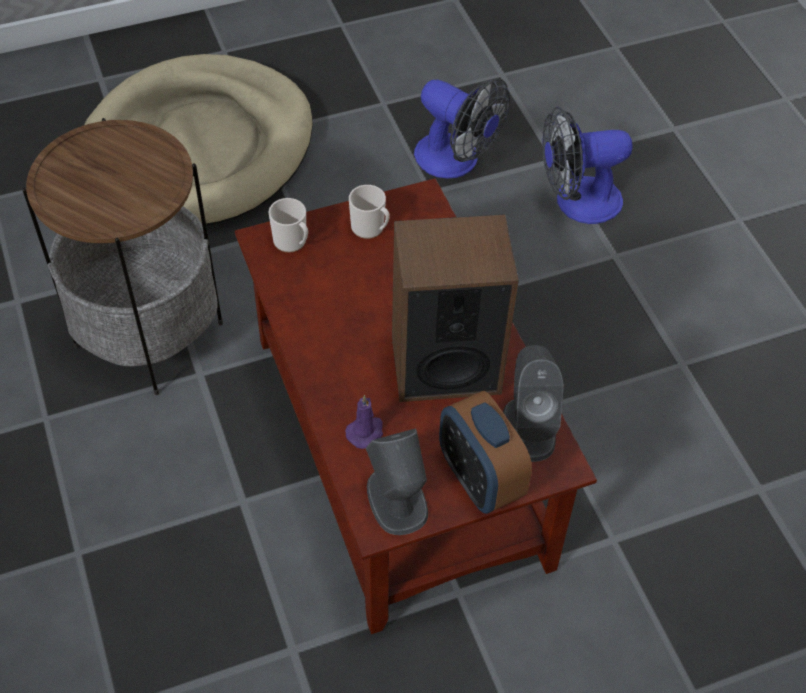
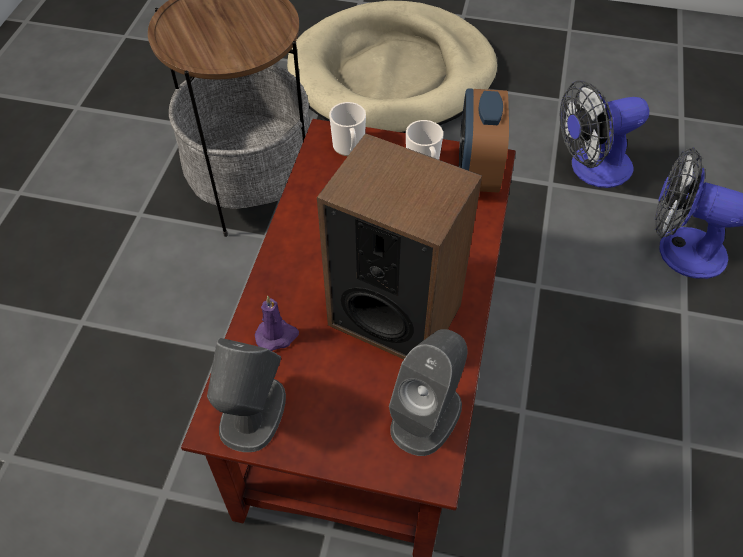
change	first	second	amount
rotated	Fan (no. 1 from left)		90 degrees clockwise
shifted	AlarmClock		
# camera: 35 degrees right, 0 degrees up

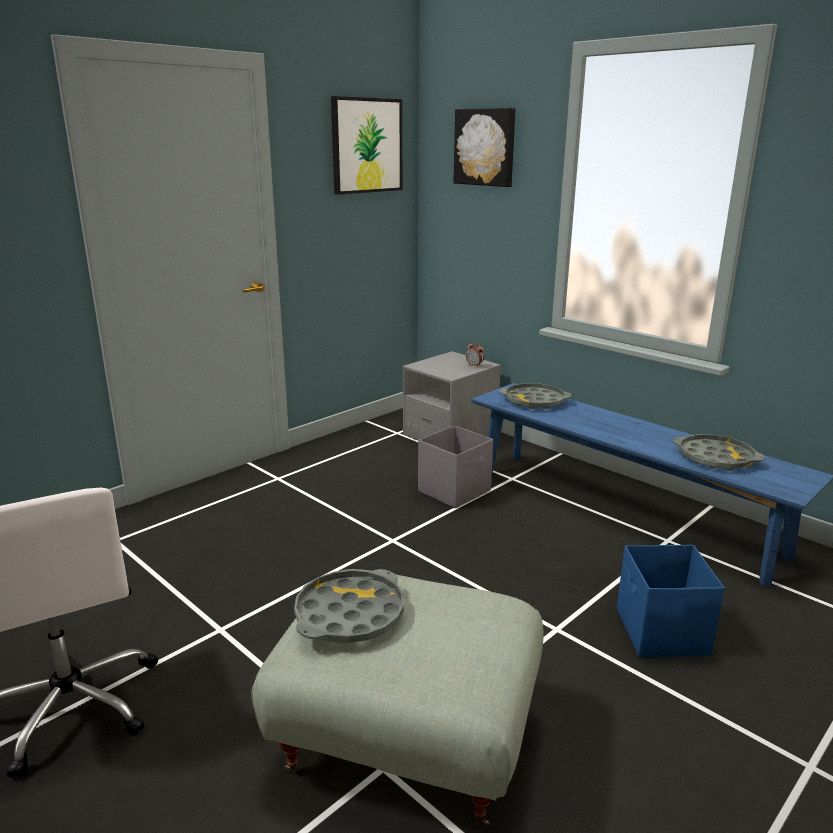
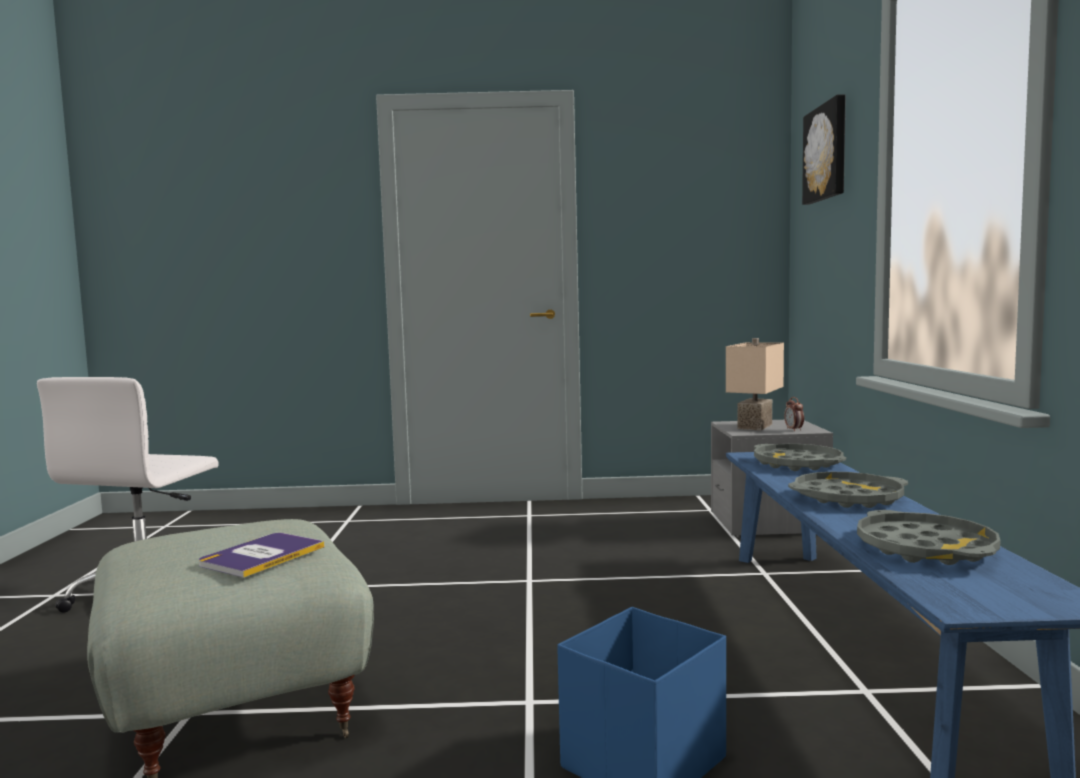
change	first	second	amount
gone	Picture (no. 1 from left)		
gone	GreyStorageBox		
shifted	GreyTray (no. 1 from left in the first image)	GreyTray (no. 2 from left)	
new		BeigeTableLamp	
new		Book	
# camera: 45 degrees right, 15 degrees down

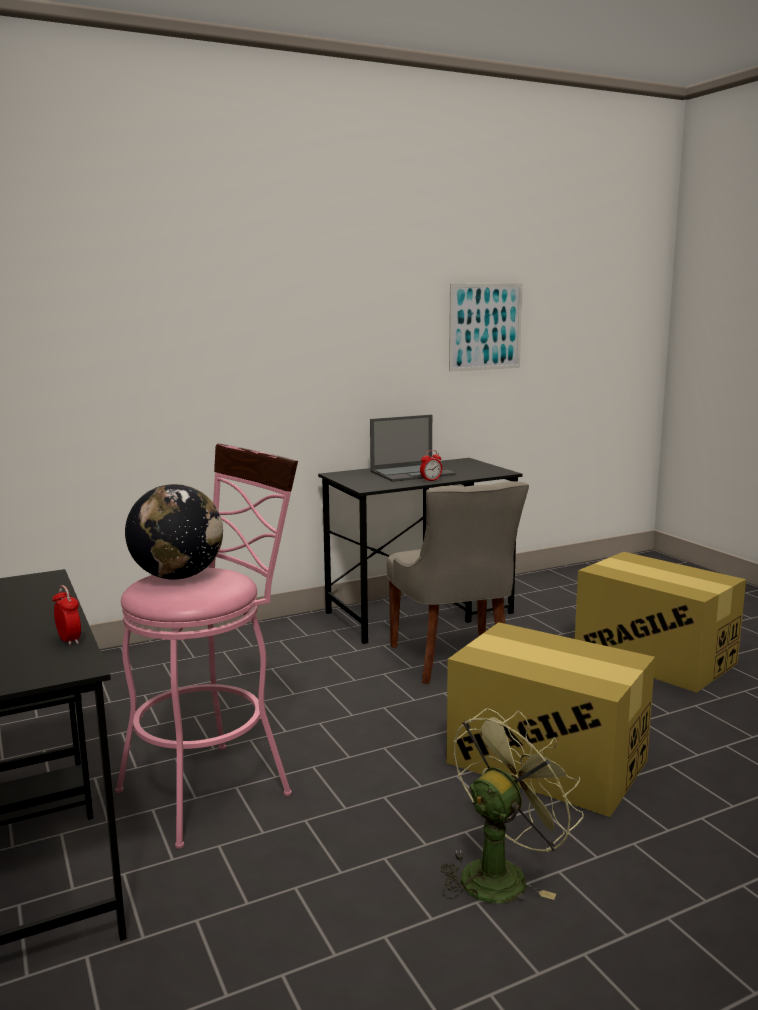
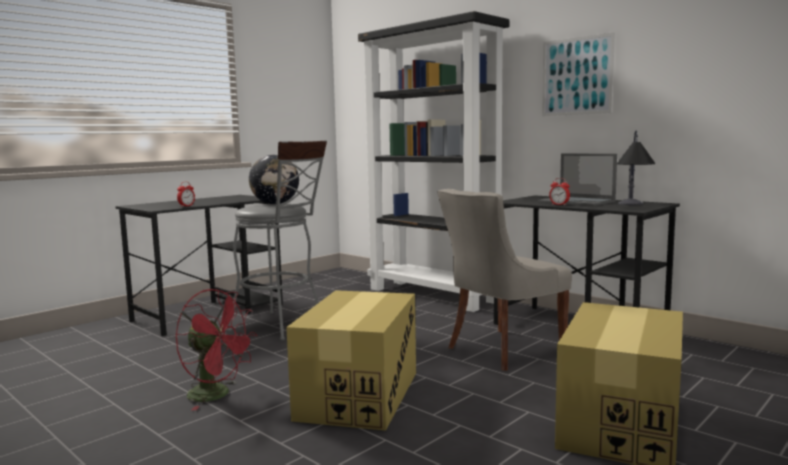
change	first	second	amount
shifted	Picture		
repainted	PinkStool	GreyStool	
repainted	GreenFan	RedFan	
new		BlackBookcase	
new		TableLamp	
# camera: 70 degrees right, 5 degrees down

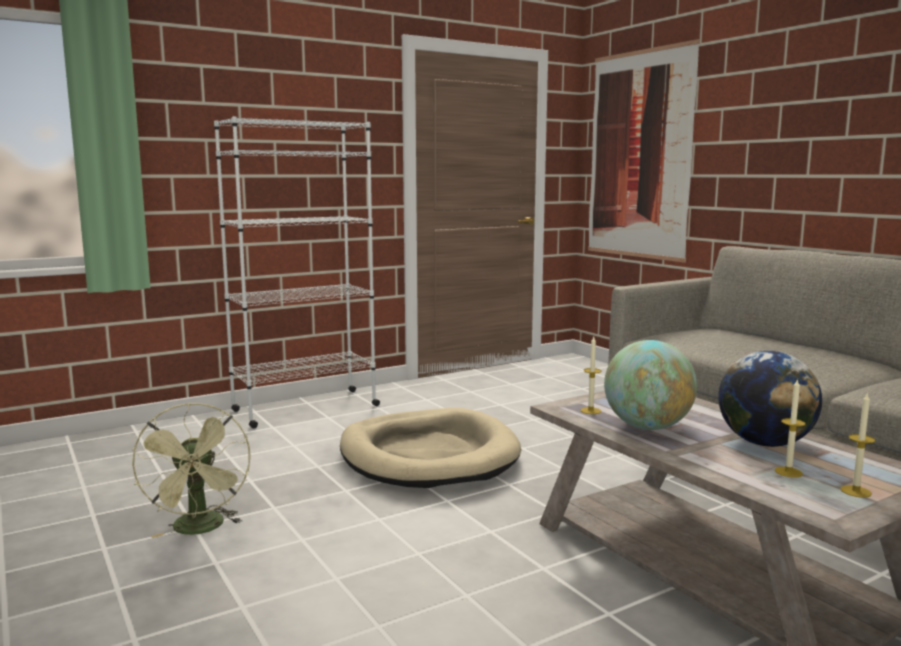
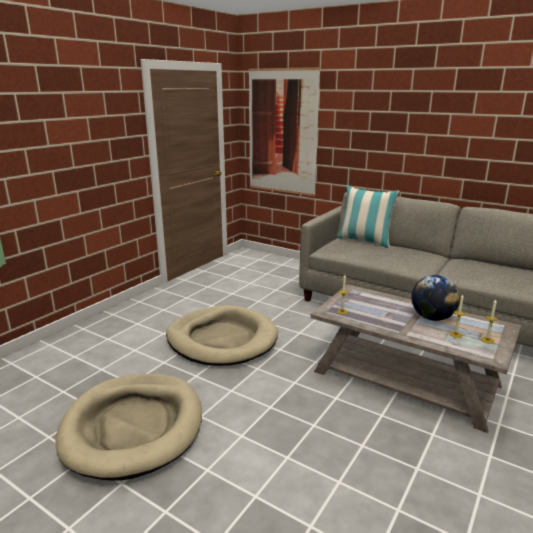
change	first	second	amount
gone	WhiteBookcase		
gone	Globe (no. 1 from left)		
swapped	GreenFan	BeigeDogBed (no. 1 from left)	
new		Pillow	
# camera: 25 degrees left, 10 degrees up

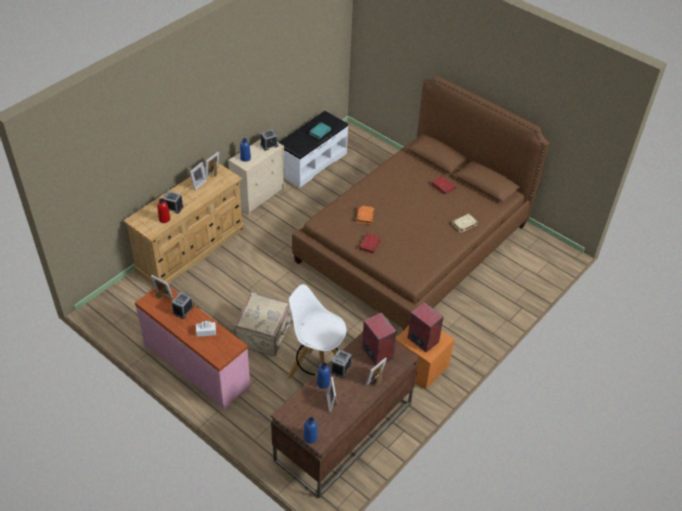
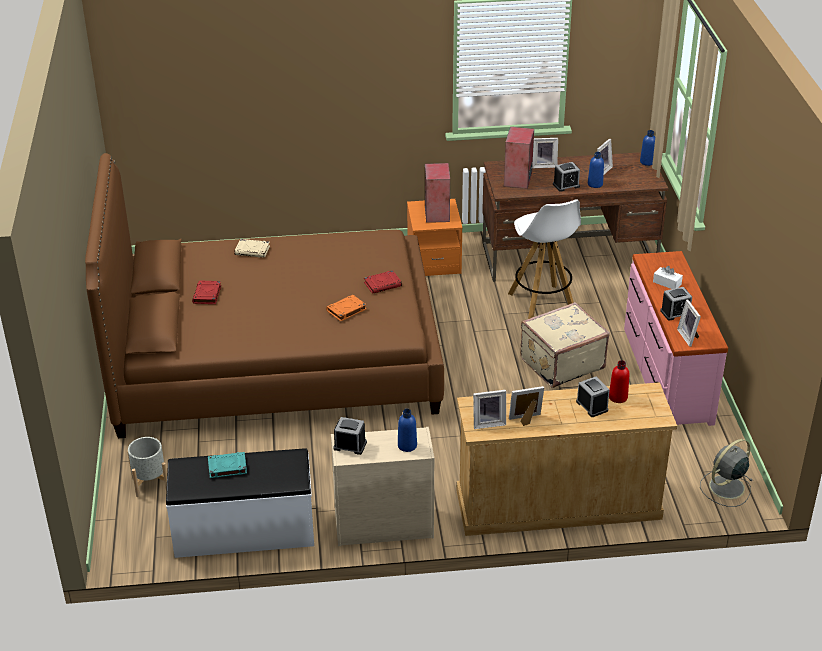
change	first	second	amount
new		GreyPlanter	
new		GreyFan	
# camera: 135 degrees left, 10 degrees down

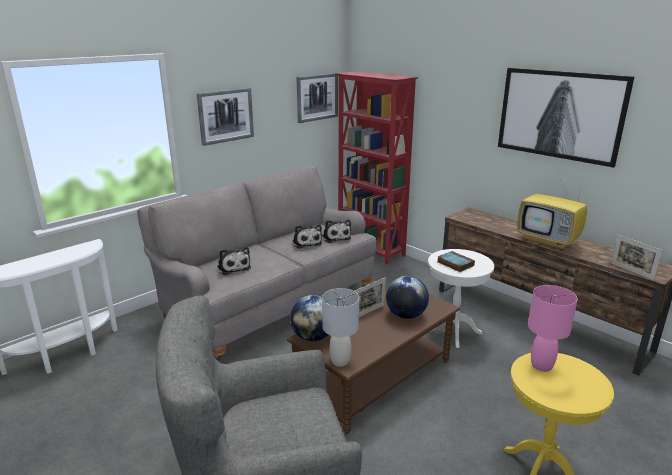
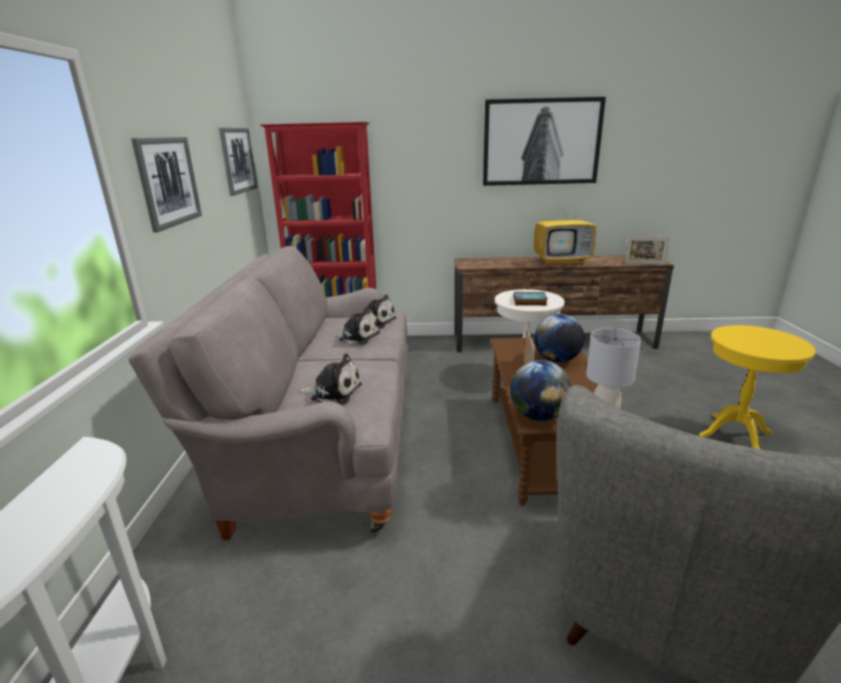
change	first	second	amount
gone	PinkTableLamp		
# camera: 45 degrees left, 0 degrees up

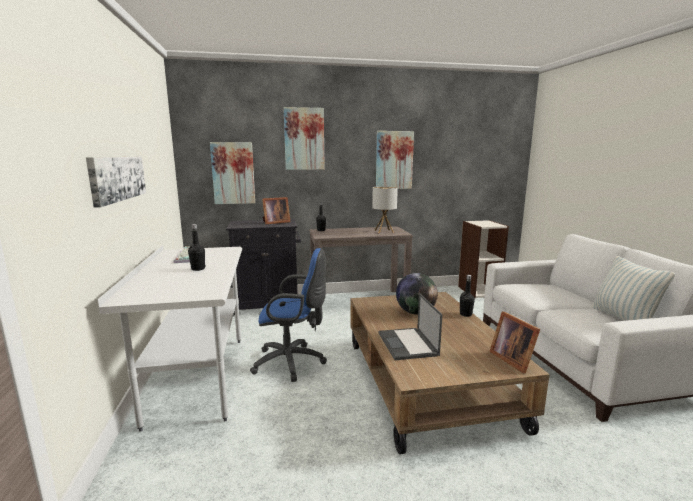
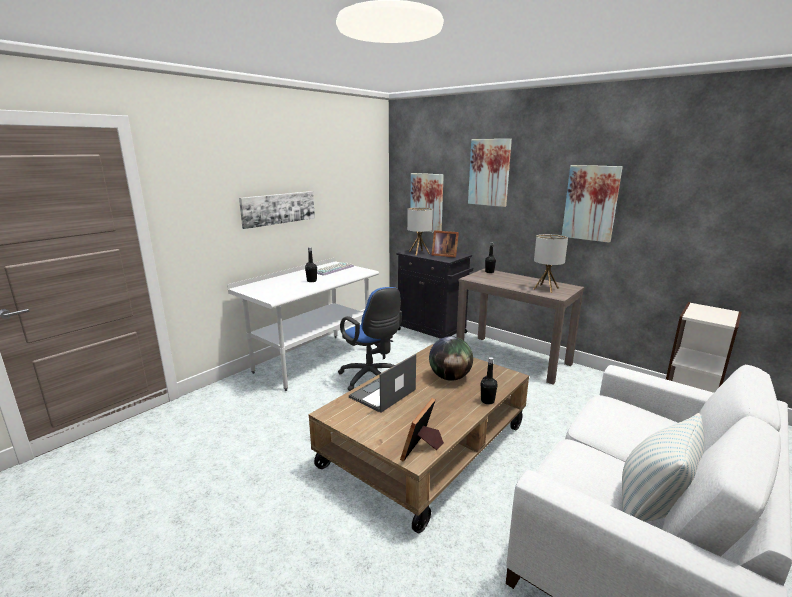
change	first	second	amount
new		TableLamp (no. 1 from left)	
# camera: 50 degrees right, 5 degrees up

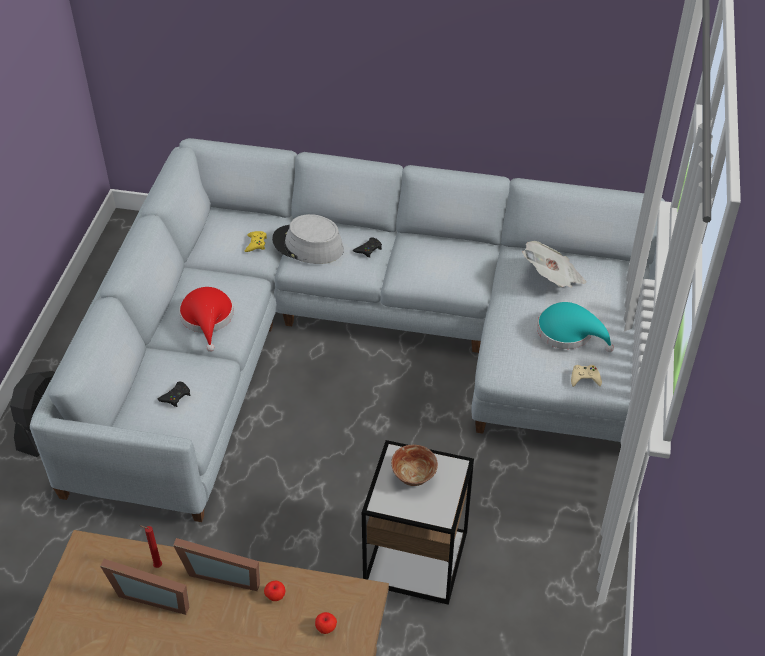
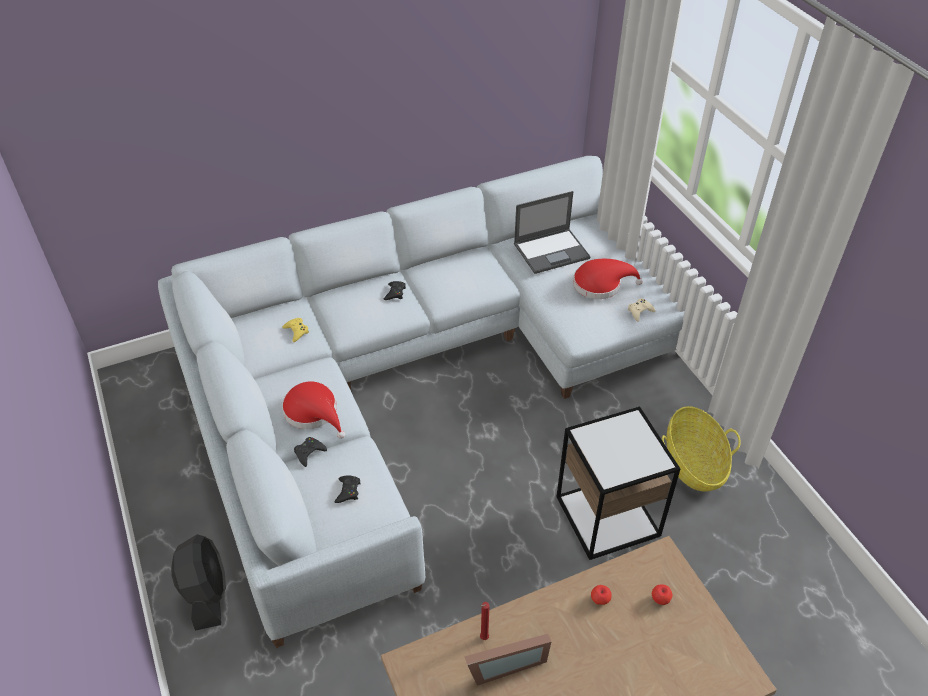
change	first	second	amount
gone	GreyHat		
swapped	Newspaper	Laptop	
repainted	TurquoiseHat	RedHat (no. 2 from left)	
gone	Bowl		
gone	PictureFrame (no. 2 from left)		
new		Basket	
new		BlackGameController (no. 1 from left)	
# camera: 35 degrees left, 0 degrees up

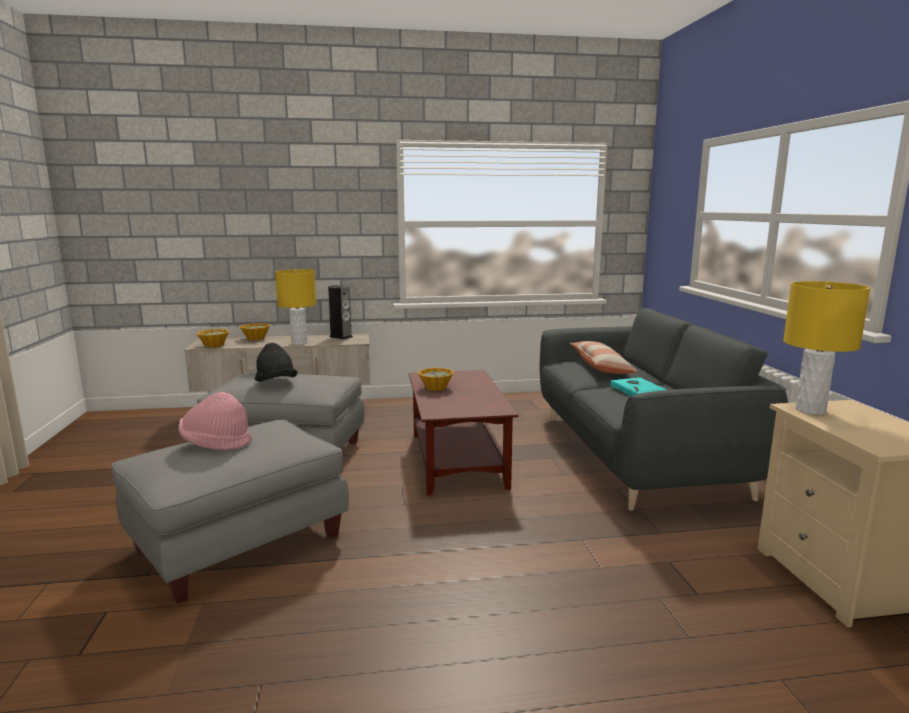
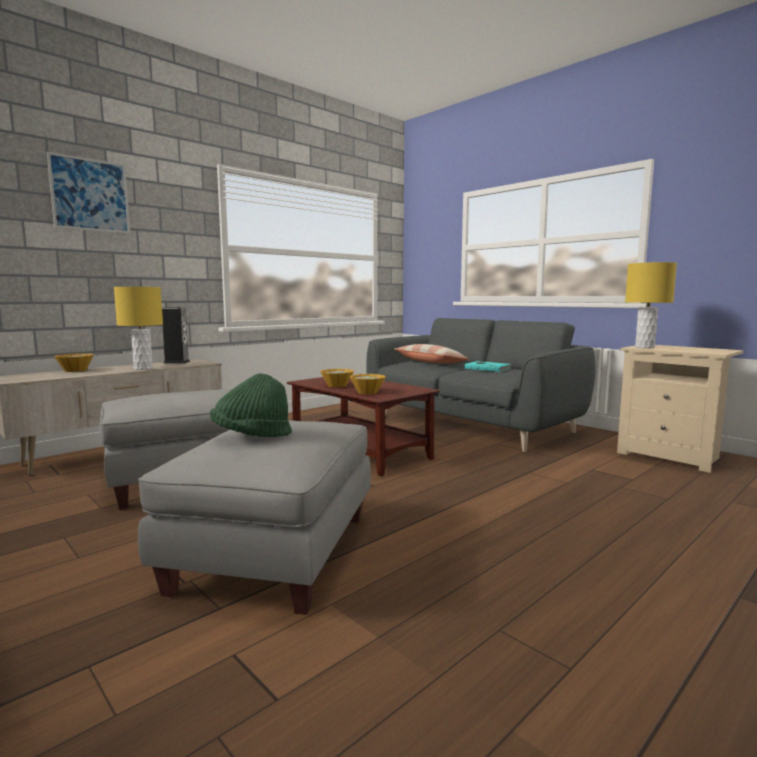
change	first	second	amount
shifted	Bowl (no. 1 from left in the first image)	Bowl (no. 3 from left)	
gone	BlackHat		
repainted	PinkHat	GreenHat	
new		Picture	
# camera: 35 degrees left, 5 degrees down

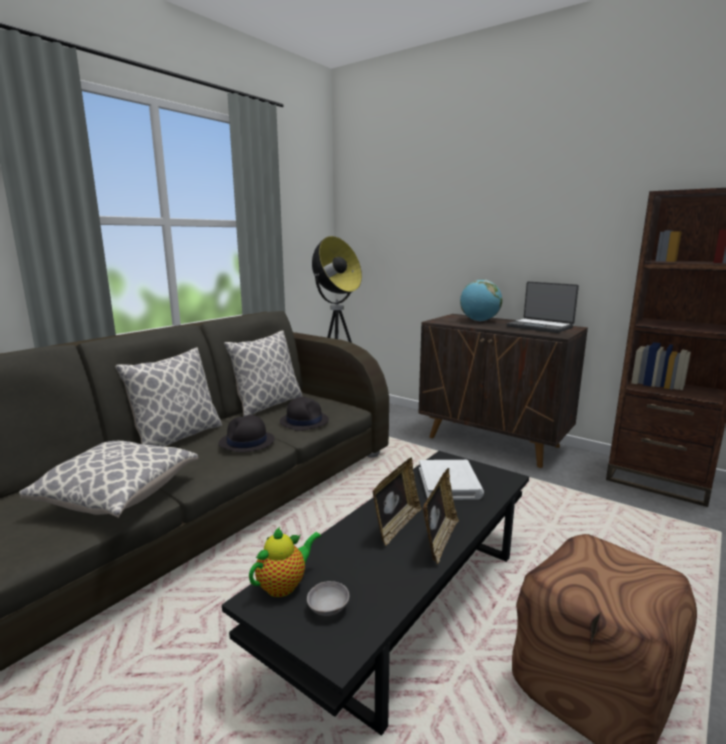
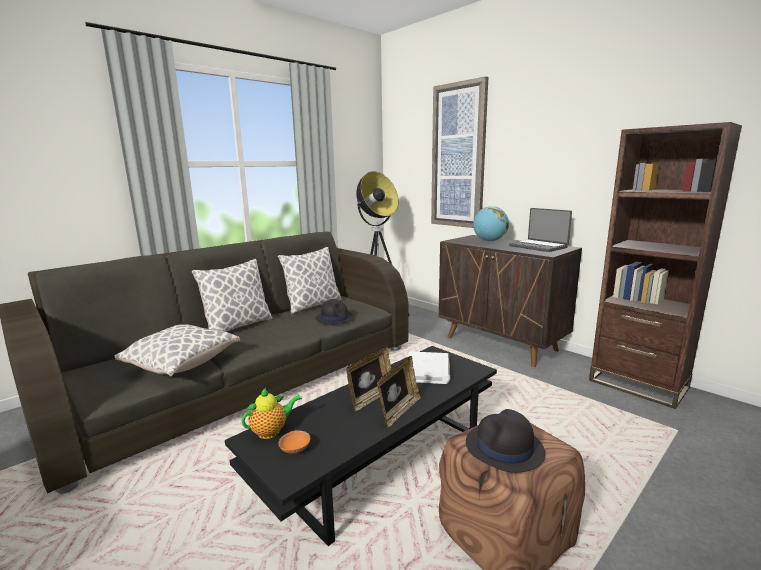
change	first	second	amount
shifted	BlackHat (no. 1 from left in the first image)	BlackHat (no. 2 from left)	
repainted	GreyBowl	OrangeBowl	
new		Picture	
# camera: 10 degrees right, 0 degrees up

